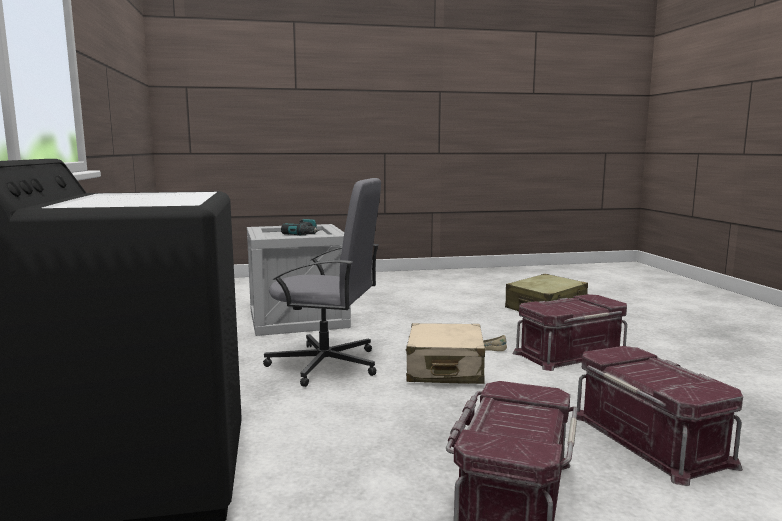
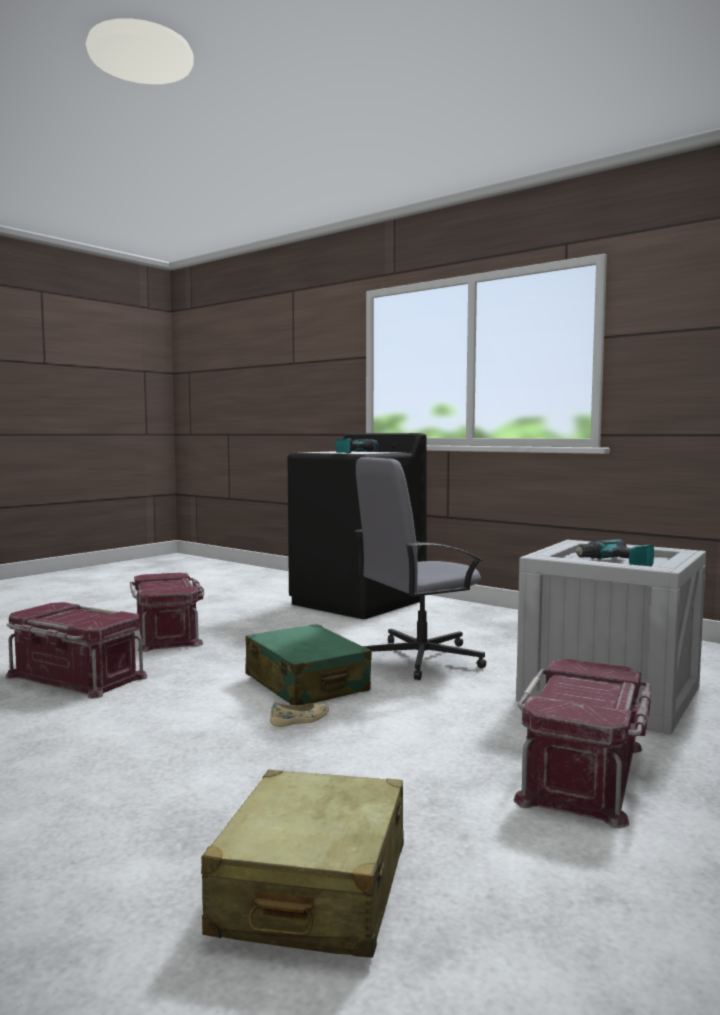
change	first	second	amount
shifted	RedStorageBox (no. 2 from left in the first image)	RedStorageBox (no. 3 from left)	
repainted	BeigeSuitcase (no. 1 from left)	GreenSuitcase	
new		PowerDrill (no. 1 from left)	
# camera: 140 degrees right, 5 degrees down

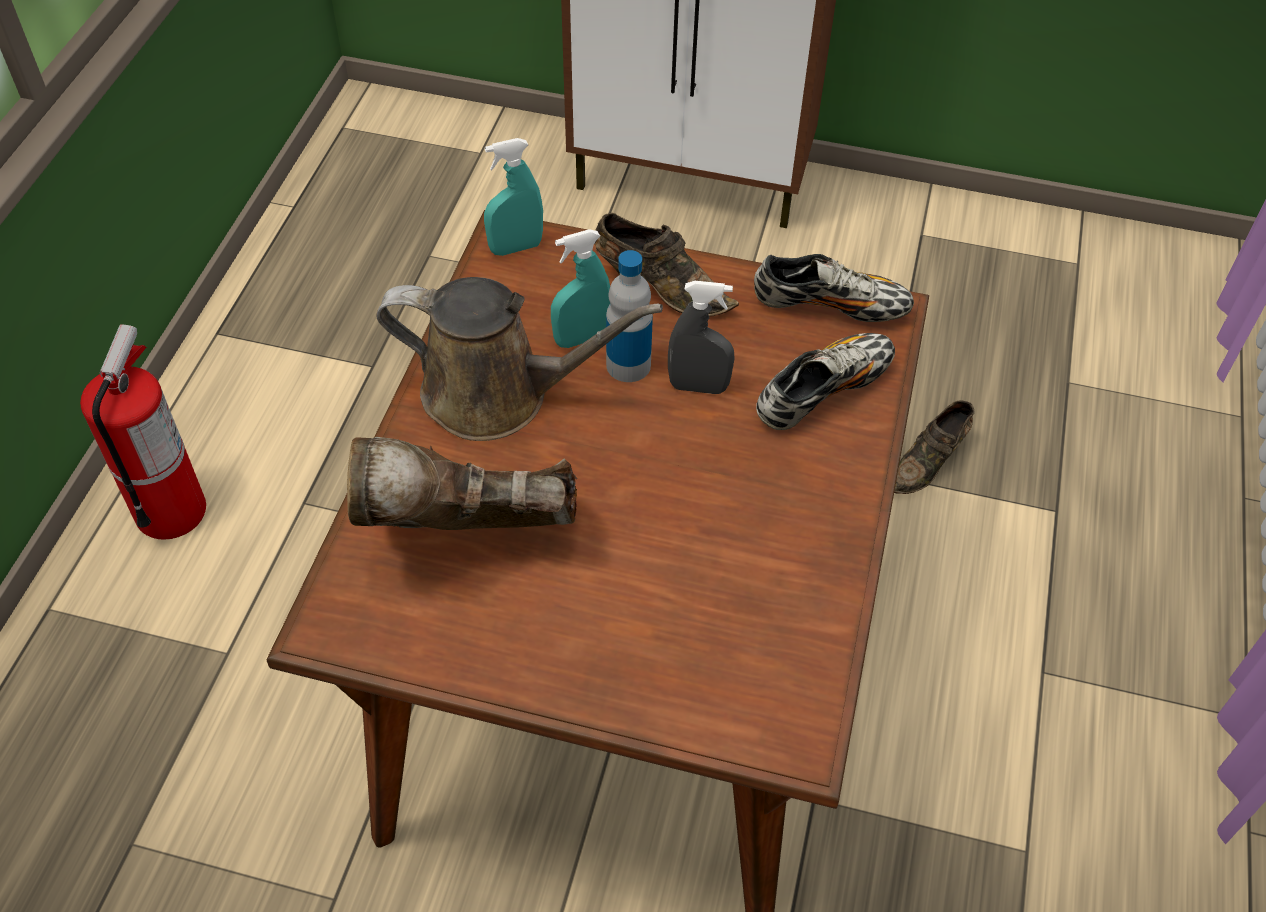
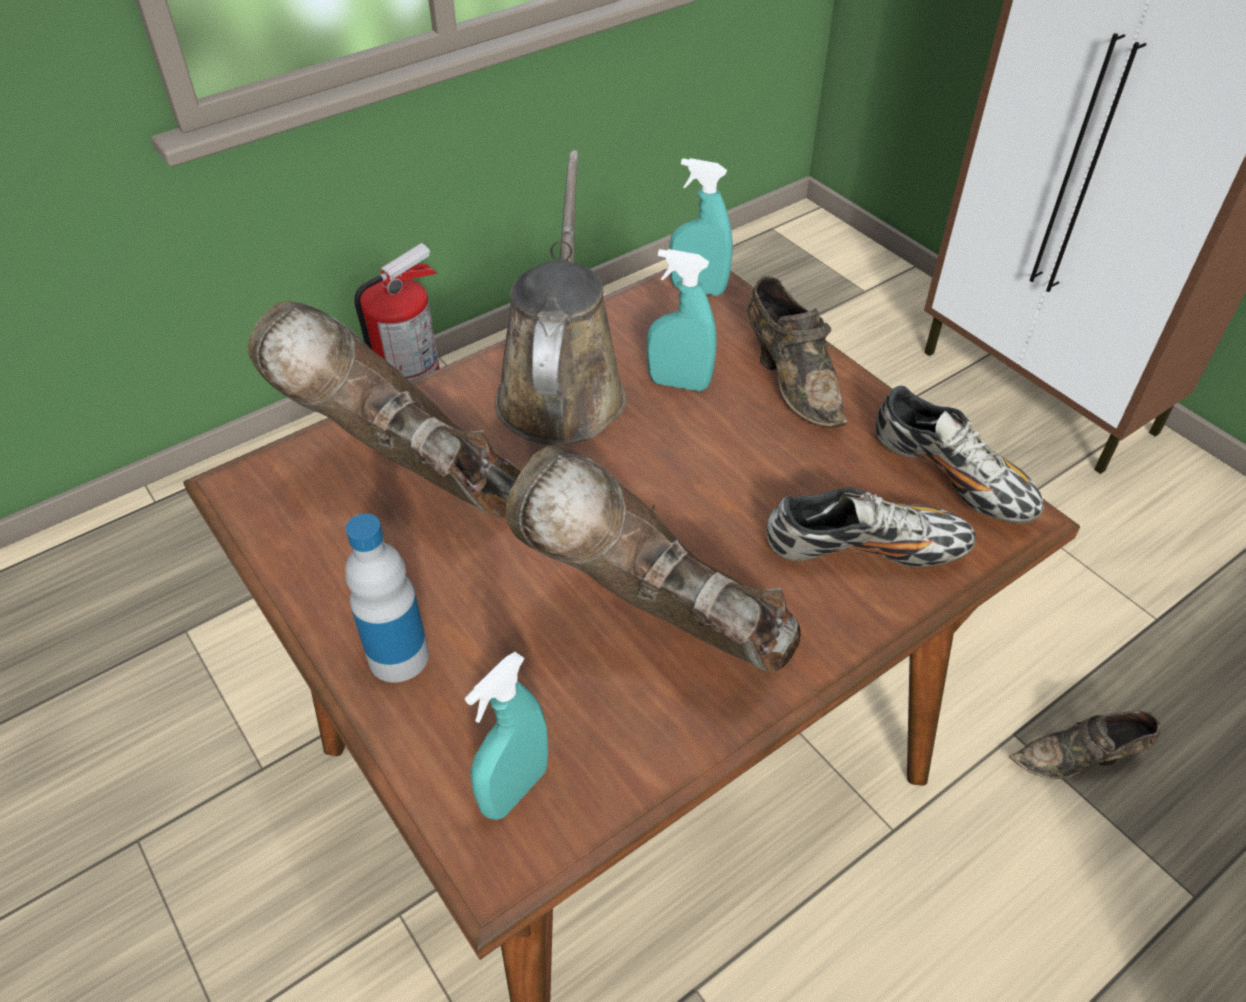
change	first	second	amount
shifted	Bottle		
rotated	BrownWateringCan		135 degrees counterclockwise
gone	GreySprayBottle		
new		BrownBoot (no. 2 from left)	
new		TurquoiseSprayBottle (no. 1 from left)	
# camera: 40 degrees right, 5 degrees down

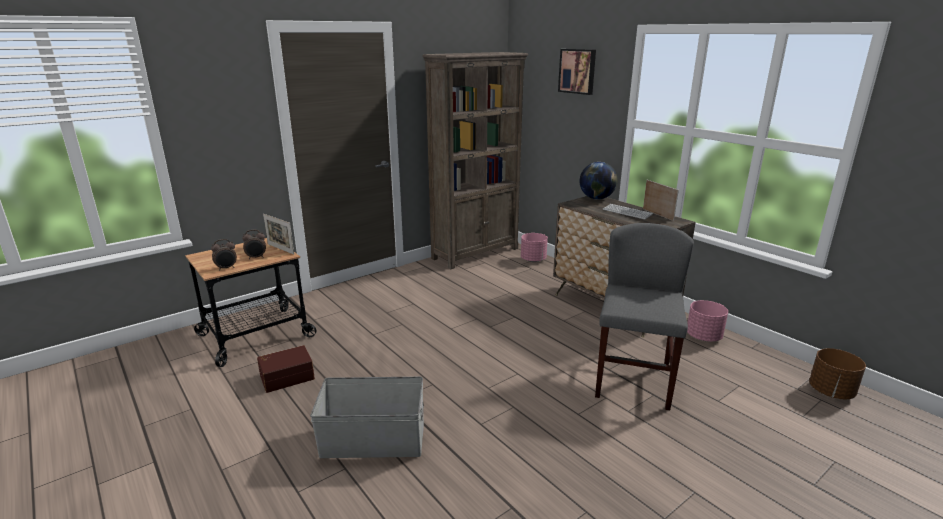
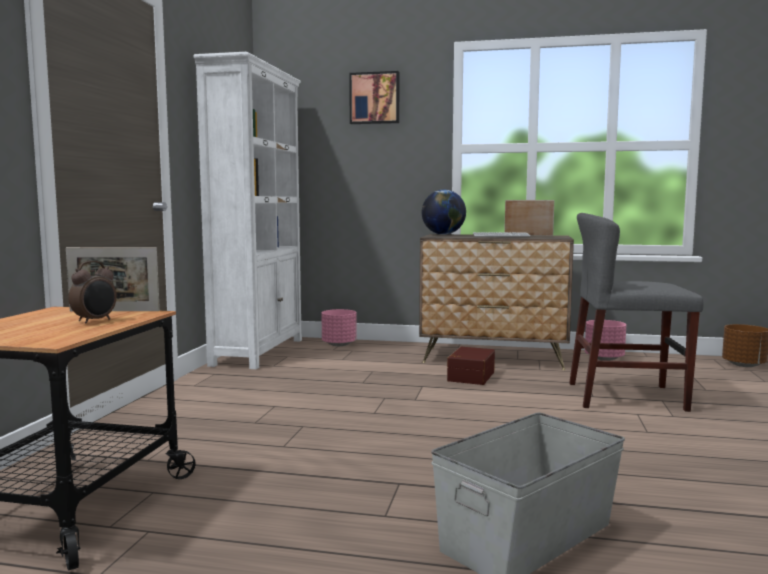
change	first	second	amount
repainted	BrownBookcase	WhiteBookcase	
rotated	GreyChair		60 degrees counterclockwise
gone	AlarmClock (no. 1 from left)		
shifted	BrownStorageBox		
# camera: 40 degrees left, 15 degrees down

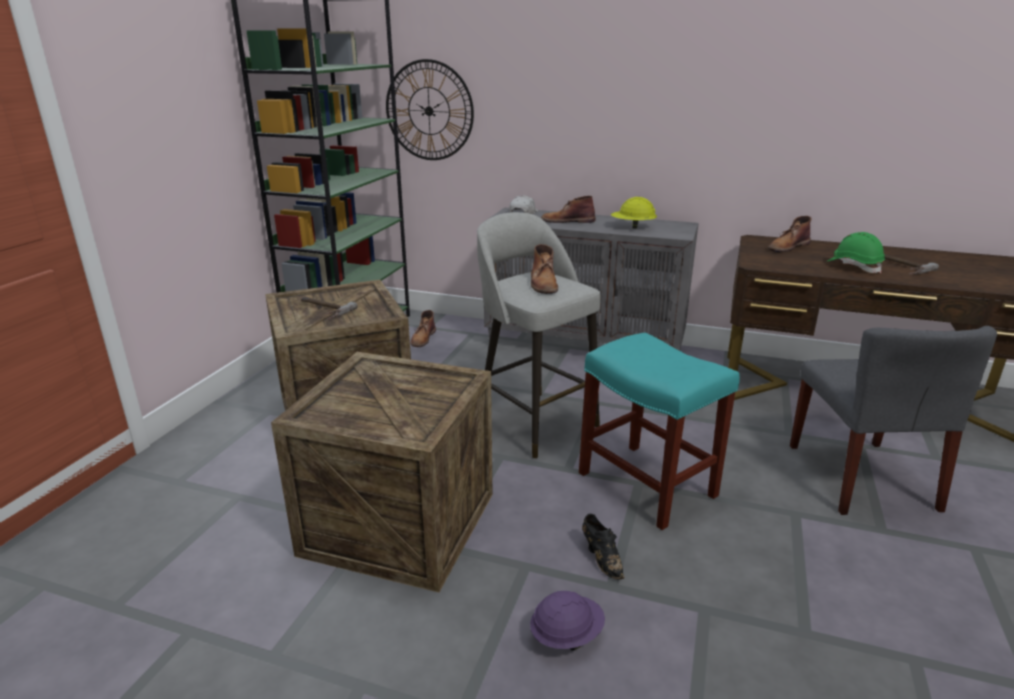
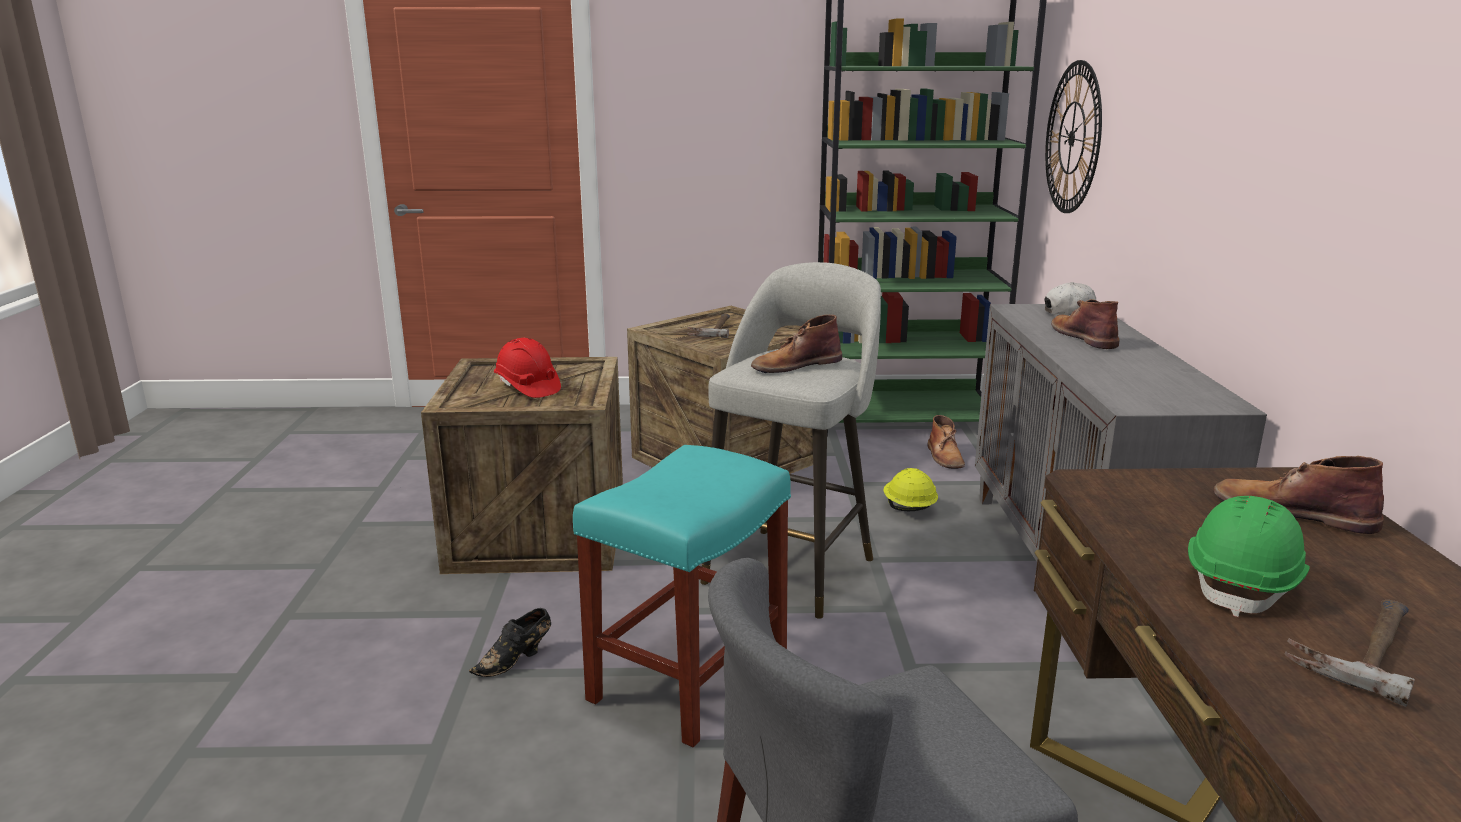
change	first	second	amount
shifted	YellowHardHat		
rotated	BrownBoot (no. 1 from left in the first image)	BrownBoot (no. 2 from left)	90 degrees counterclockwise
gone	PurpleHardHat		
new		RedHardHat	
# camera: 70 degrees right, 5 degrees down

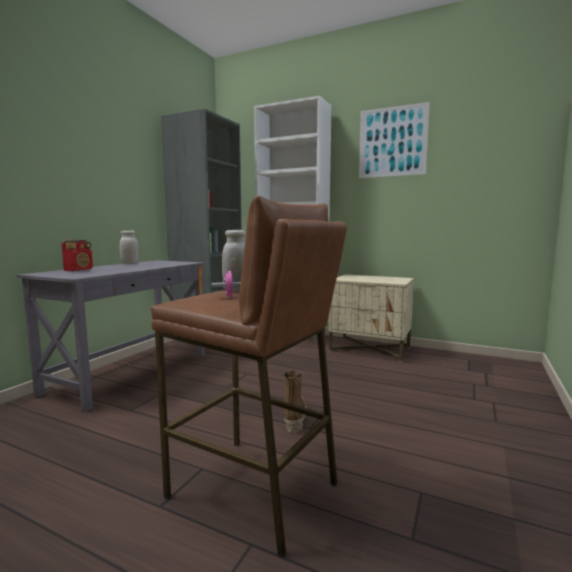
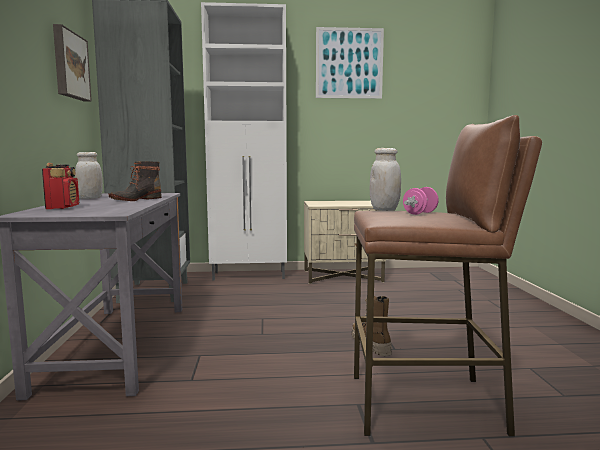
change	first	second	amount
new		Picture (no. 1 from left)	
new		Boot (no. 1 from left)	
# camera: 30 degrees left, 0 degrees up

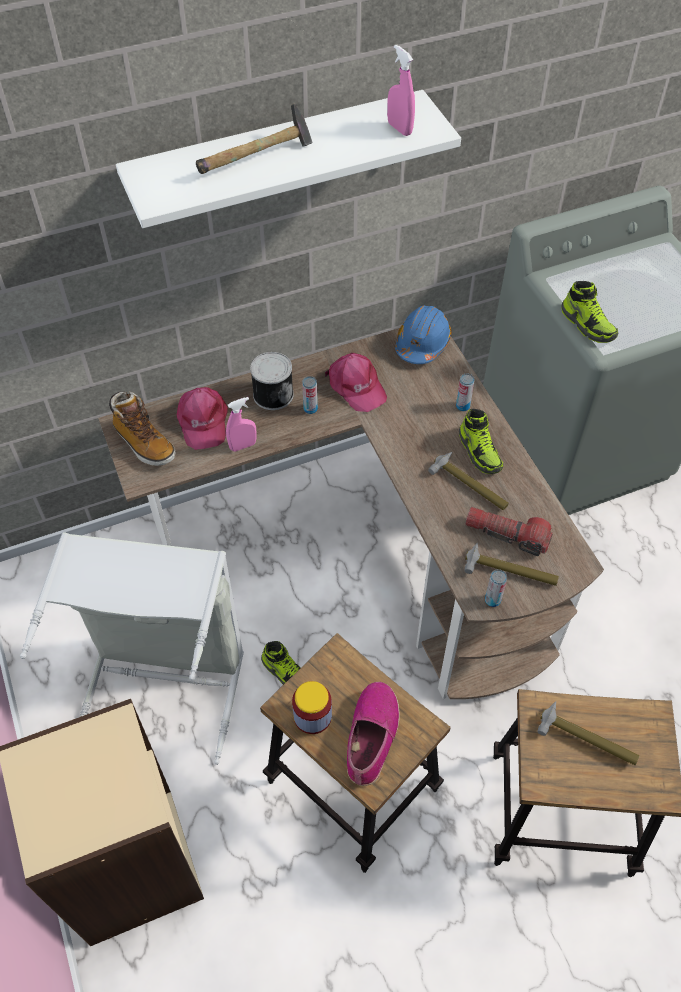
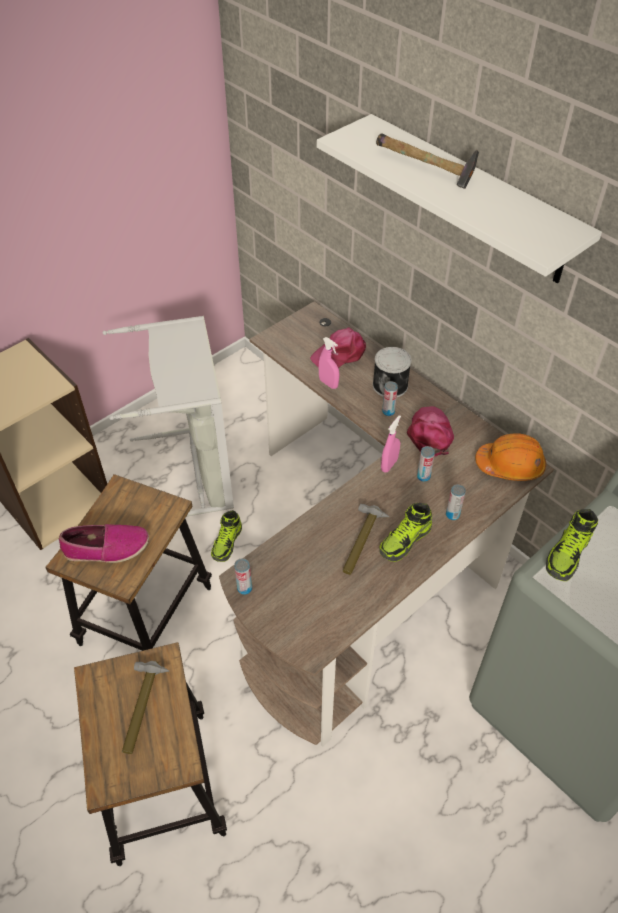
change	first	second	amount
shifted	PinkSprayBottle (no. 2 from left)		
repainted	BlueHardHat	OrangeHardHat	
rotated	PinkCap (no. 2 from left)		150 degrees clockwise
gone	Boot		
gone	Flashlight		
gone	Hammer (no. 3 from left)		
gone	Jar		
new		Can (no. 4 from left)	
# camera: 70 degrees right, 5 degrees down

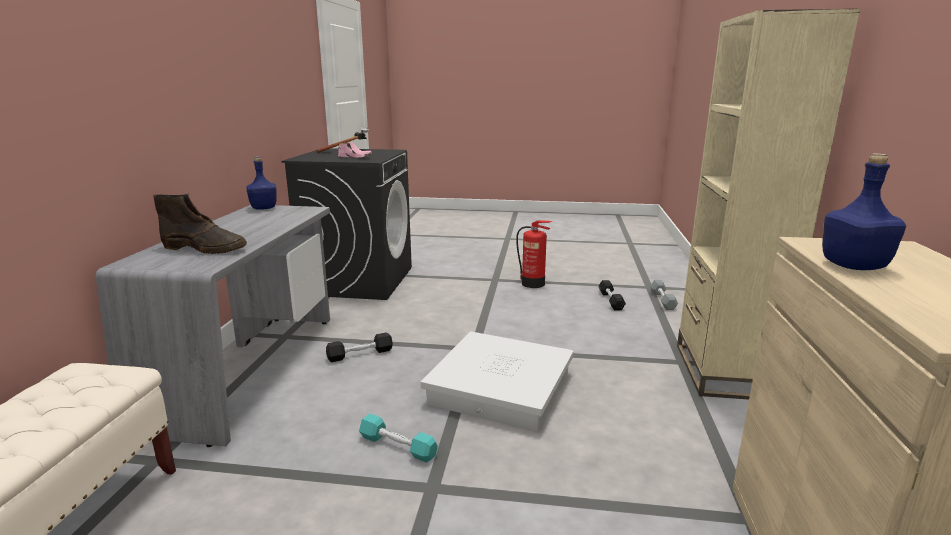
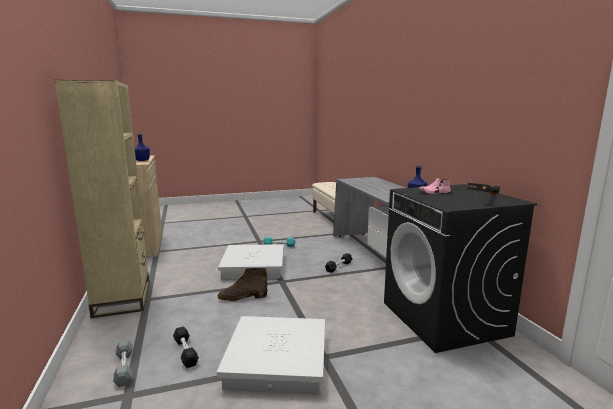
change	first	second	amount
shifted	BrownBoot		
swapped	FireExtinguisher	WhiteStorageBox (no. 2 from left)	
# camera: 155 degrees right, 5 degrees down

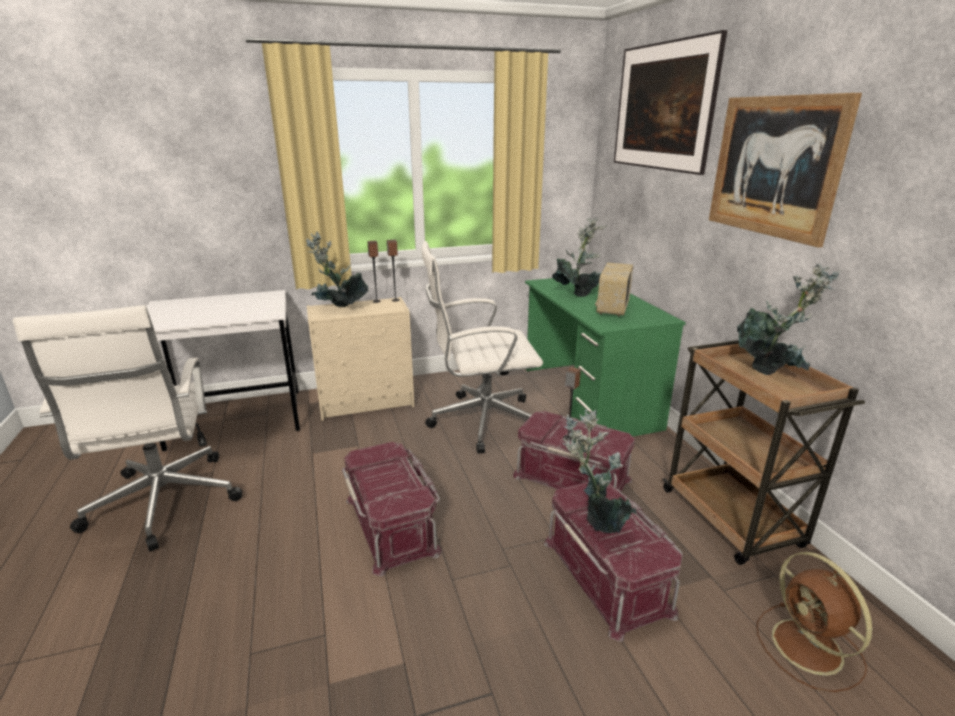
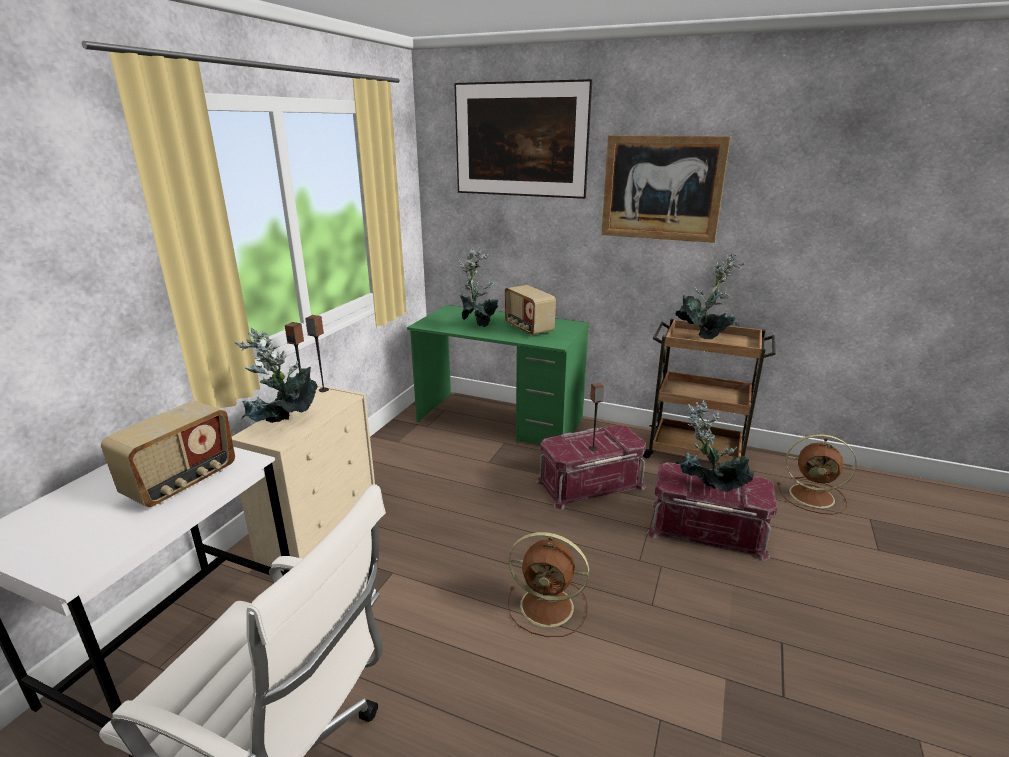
change	first	second	amount
gone	WhiteOfficeChair (no. 2 from left)		
swapped	RedStorageBox (no. 1 from left)	BrownFan (no. 1 from left)	
new		Radio (no. 1 from left)	
# camera: 50 degrees left, 0 degrees up

